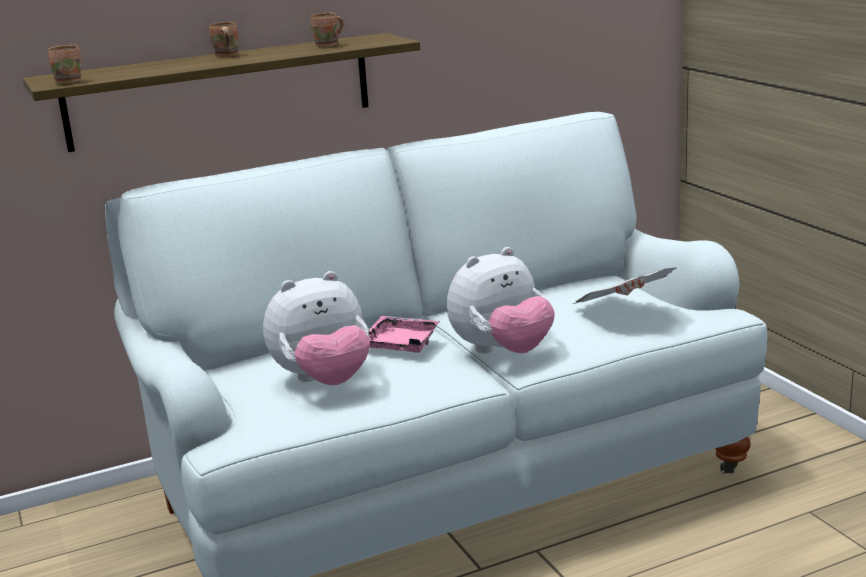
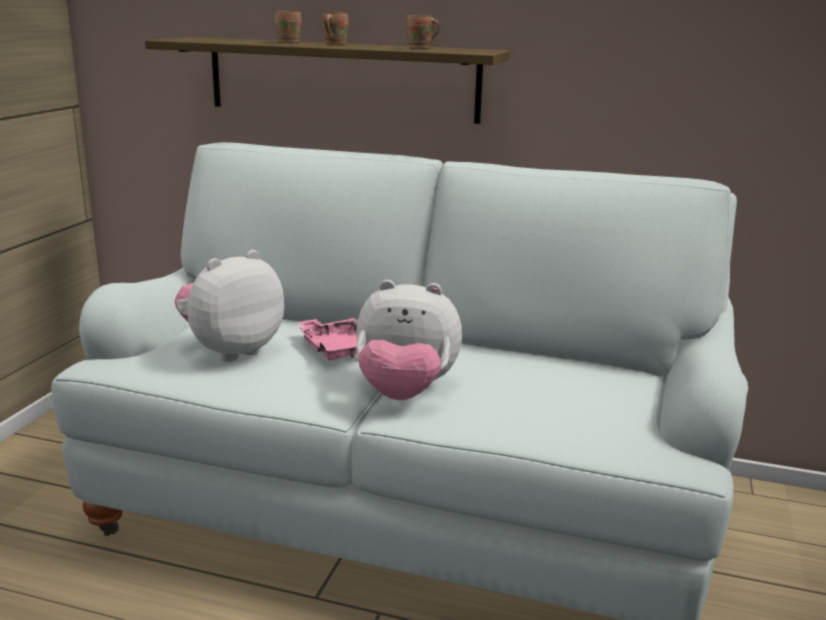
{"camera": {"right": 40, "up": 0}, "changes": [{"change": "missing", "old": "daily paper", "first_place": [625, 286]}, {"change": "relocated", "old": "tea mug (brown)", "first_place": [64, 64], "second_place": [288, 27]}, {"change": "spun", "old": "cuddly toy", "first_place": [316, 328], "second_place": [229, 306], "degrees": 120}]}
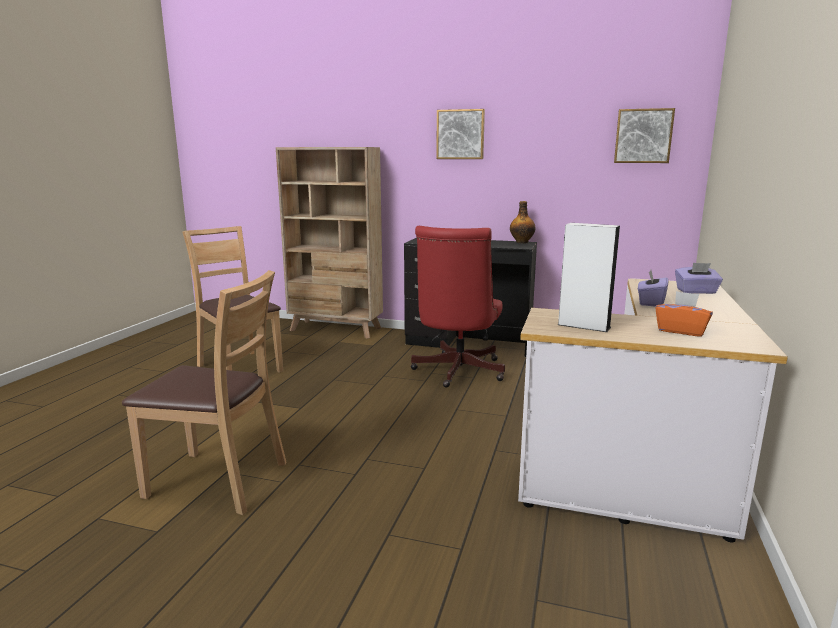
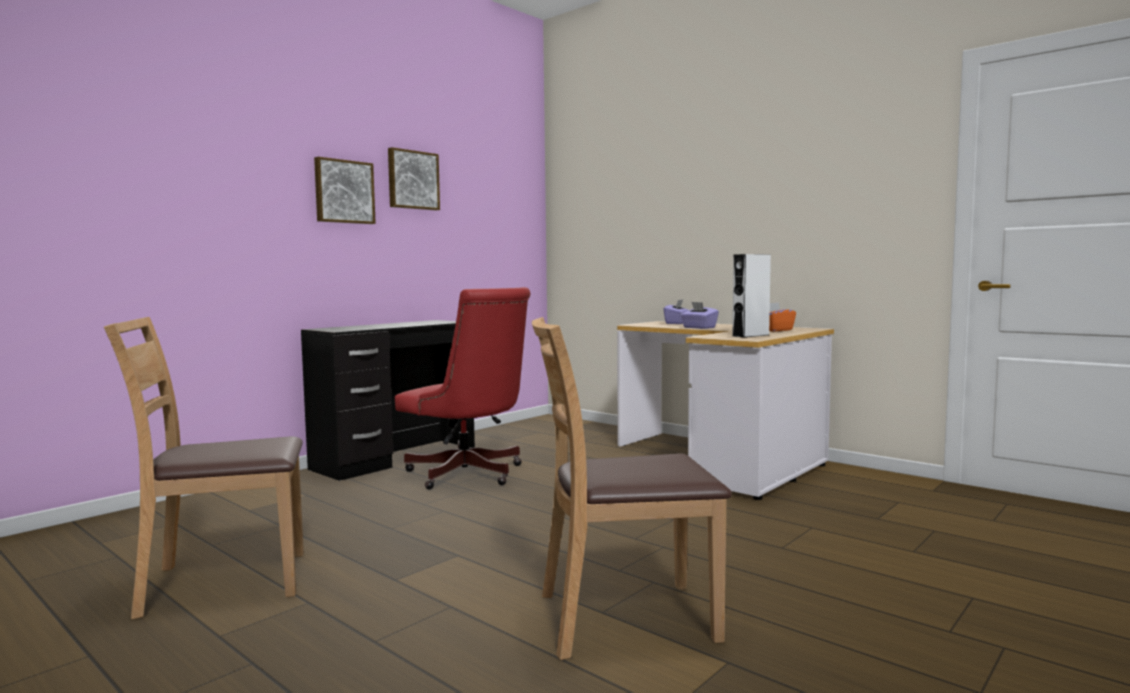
{"camera": {"right": -65, "up": -10}, "changes": [{"change": "missing", "old": "bookshelf (sand-coloured)", "first_place": [329, 243]}, {"change": "missing", "old": "bottle", "first_place": [523, 222]}, {"change": "relocated", "old": "picture", "first_place": [644, 135], "second_place": [414, 178]}, {"change": "spun", "old": "upright chair (brown)", "first_place": [204, 392], "second_place": [632, 488], "degrees": -135}]}
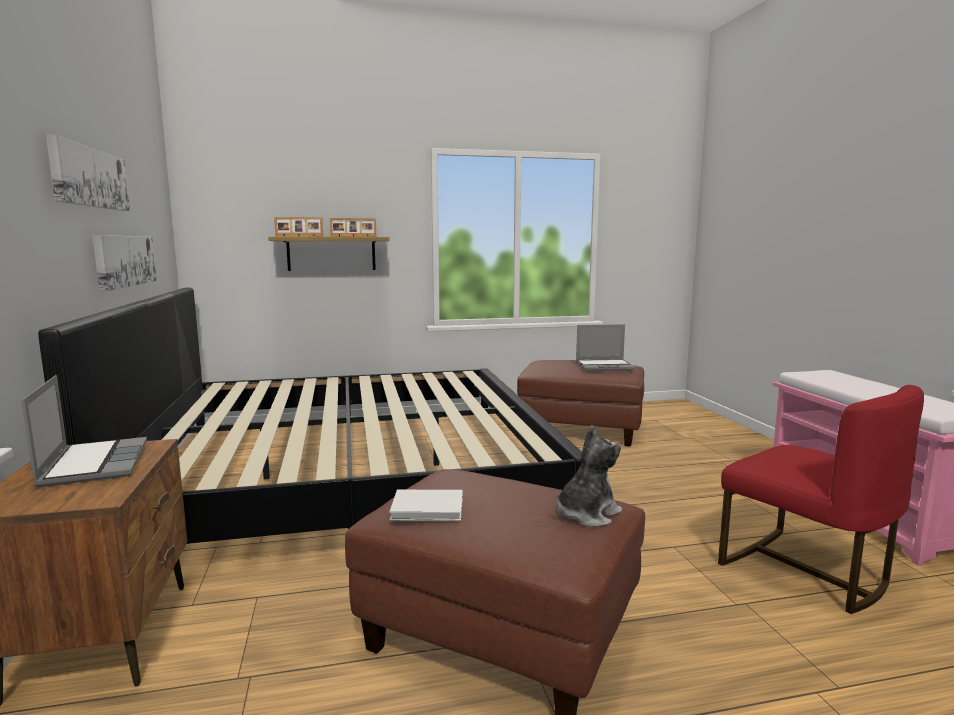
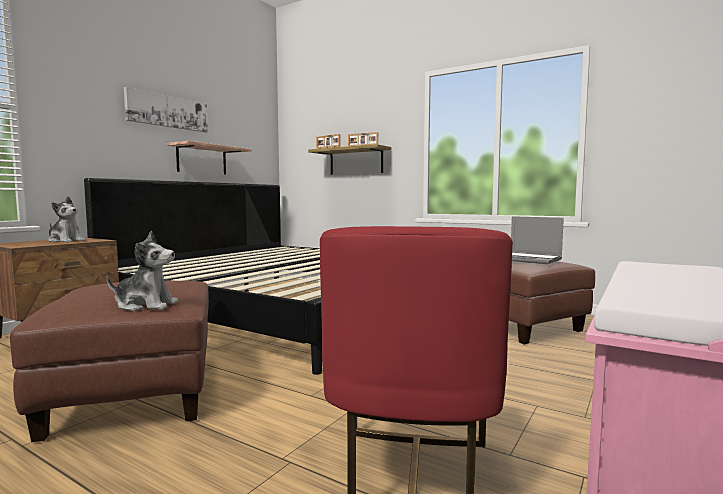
{"camera": {"right": 45, "up": -5}, "changes": [{"change": "missing", "old": "book (white-coloured)", "first_place": [426, 505]}, {"change": "exchanged", "old": "notebook computer", "new": "cuddly toy", "first_place": [84, 431], "second_place": [66, 219]}, {"change": "exchanged", "old": "picture", "new": "shelf", "first_place": [125, 263], "second_place": [209, 157]}]}
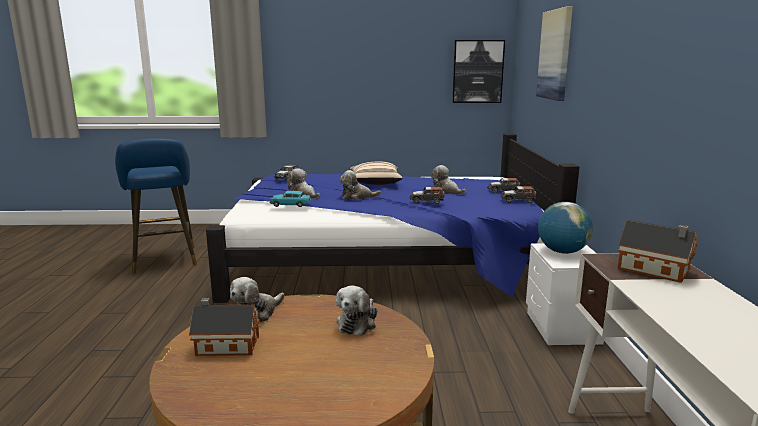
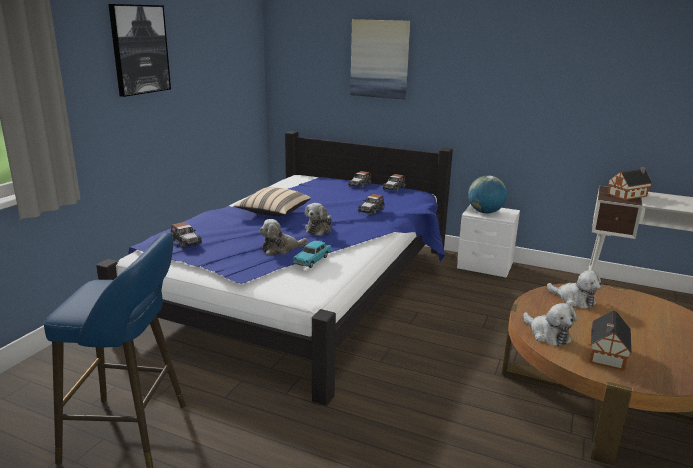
{"camera": {"right": -65, "up": 5}, "changes": [{"change": "missing", "old": "cuddly toy", "first_place": [448, 180]}, {"change": "relocated", "old": "picture", "first_place": [478, 71], "second_place": [139, 50]}]}
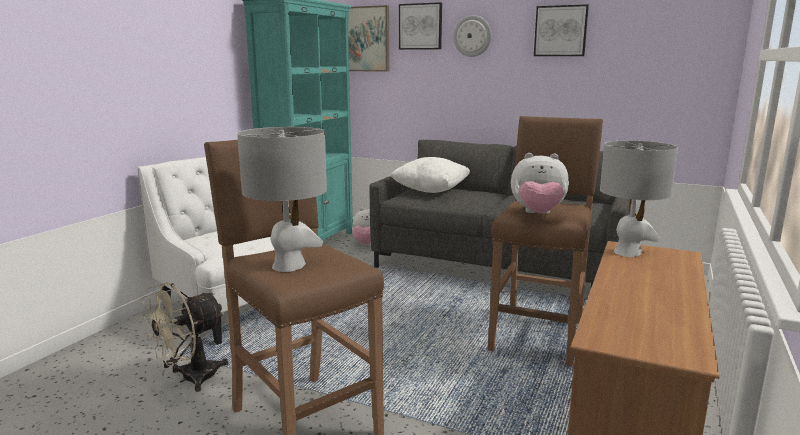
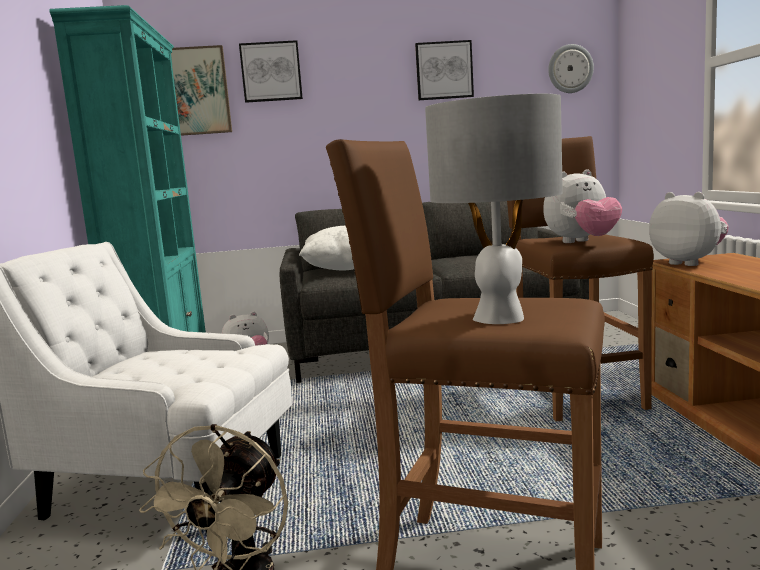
{"camera": {"right": -30, "up": -5}, "changes": [{"change": "relocated", "old": "hanging clock", "first_place": [472, 36], "second_place": [571, 68]}, {"change": "exchanged", "old": "table lamp (grey)", "new": "cuddly toy", "first_place": [639, 198], "second_place": [689, 229]}]}
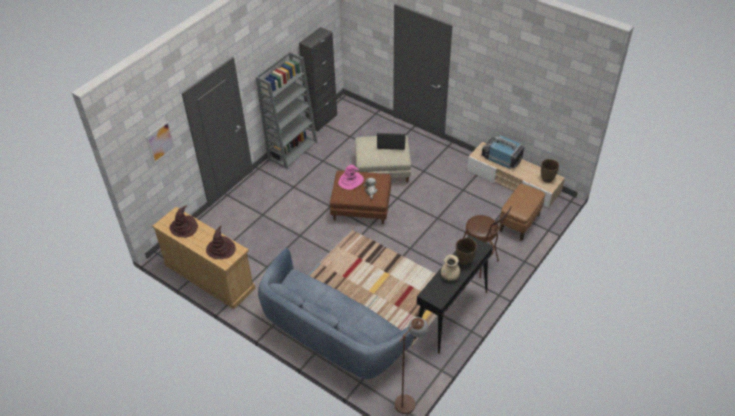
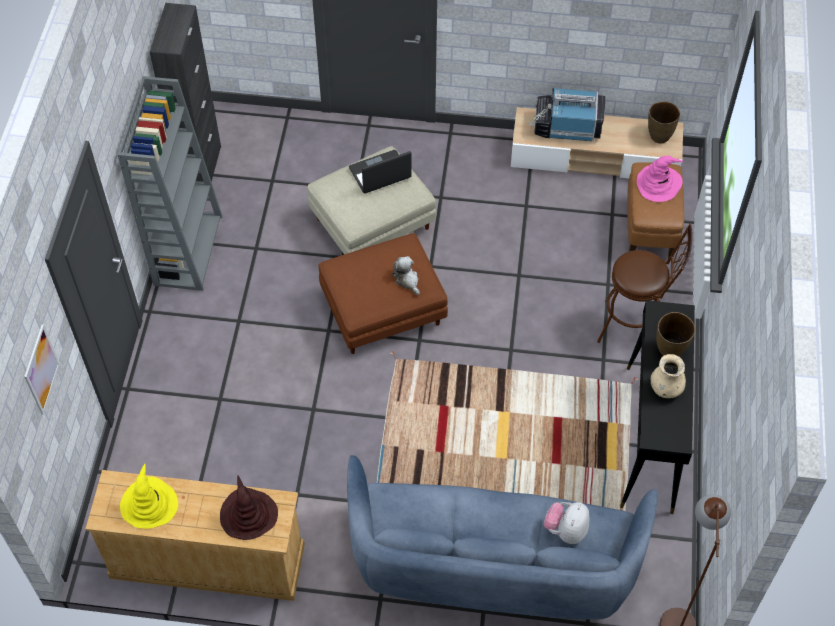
{"camera": {"right": -30, "up": 10}, "changes": [{"change": "appeared", "new": "cuddly toy", "second_place": [566, 523]}, {"change": "relocated", "old": "hat (pink)", "first_place": [351, 177], "second_place": [660, 179]}, {"change": "colour", "old": "hat (brown)", "new": "hat (yellow)", "first_place": [183, 221], "second_place": [149, 496]}]}
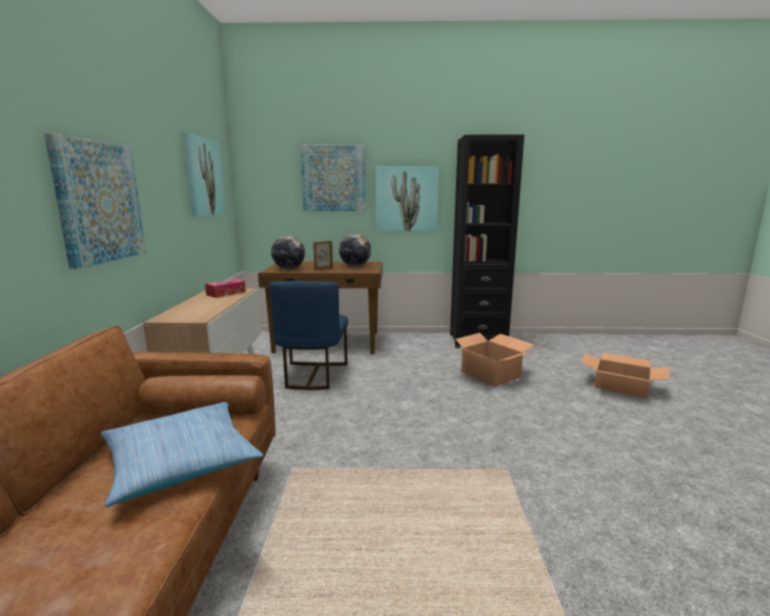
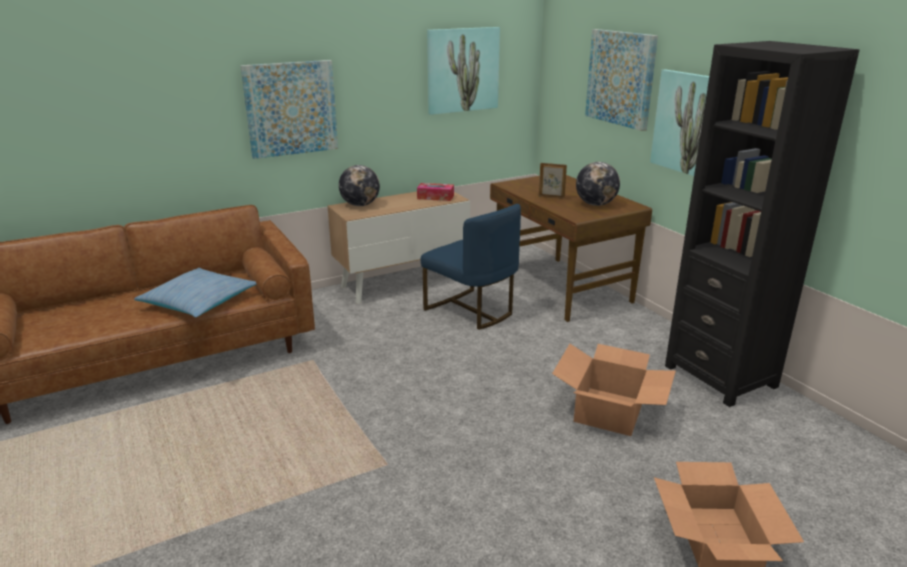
{"camera": {"right": 60, "up": 10}, "changes": [{"change": "relocated", "old": "world globe", "first_place": [288, 252], "second_place": [359, 185]}, {"change": "spun", "old": "upright chair (blue-coloured)", "first_place": [308, 335], "second_place": [471, 267], "degrees": -105}]}
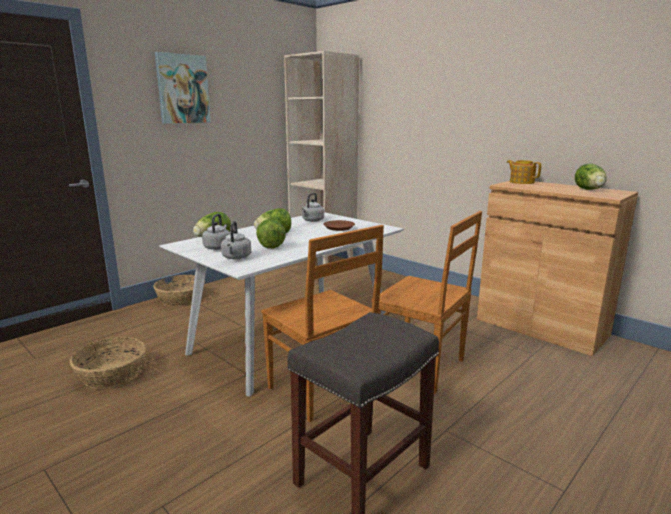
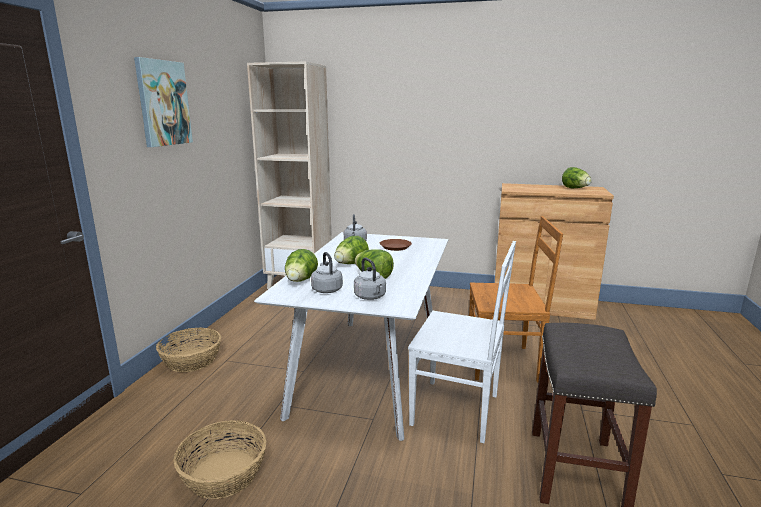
{"camera": {"right": -30, "up": 0}, "changes": [{"change": "missing", "old": "teapot", "first_place": [524, 172]}, {"change": "colour", "old": "upright chair (brown)", "new": "upright chair (white-coloured)", "first_place": [322, 323], "second_place": [462, 342]}]}
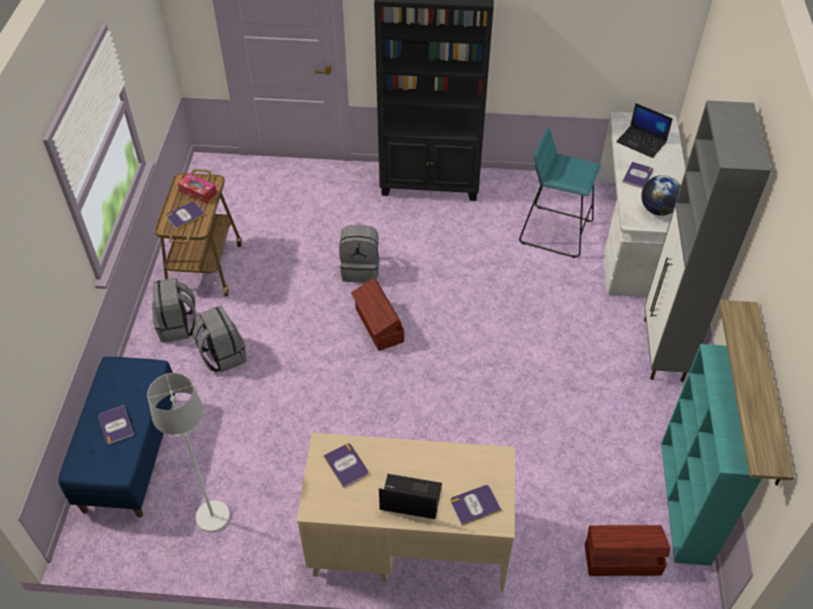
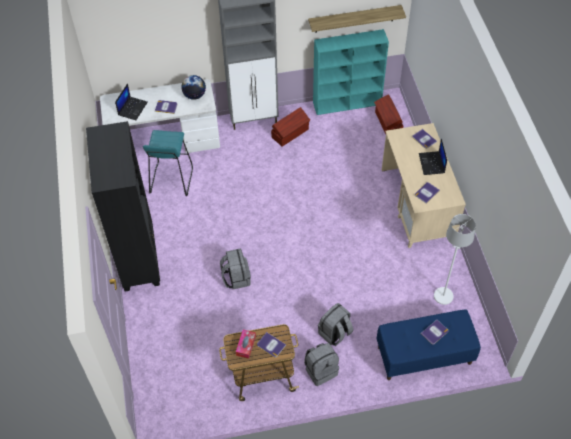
{"camera": {"right": -105, "up": 5}, "changes": [{"change": "relocated", "old": "storage bin (brown)", "first_place": [377, 314], "second_place": [290, 127]}]}
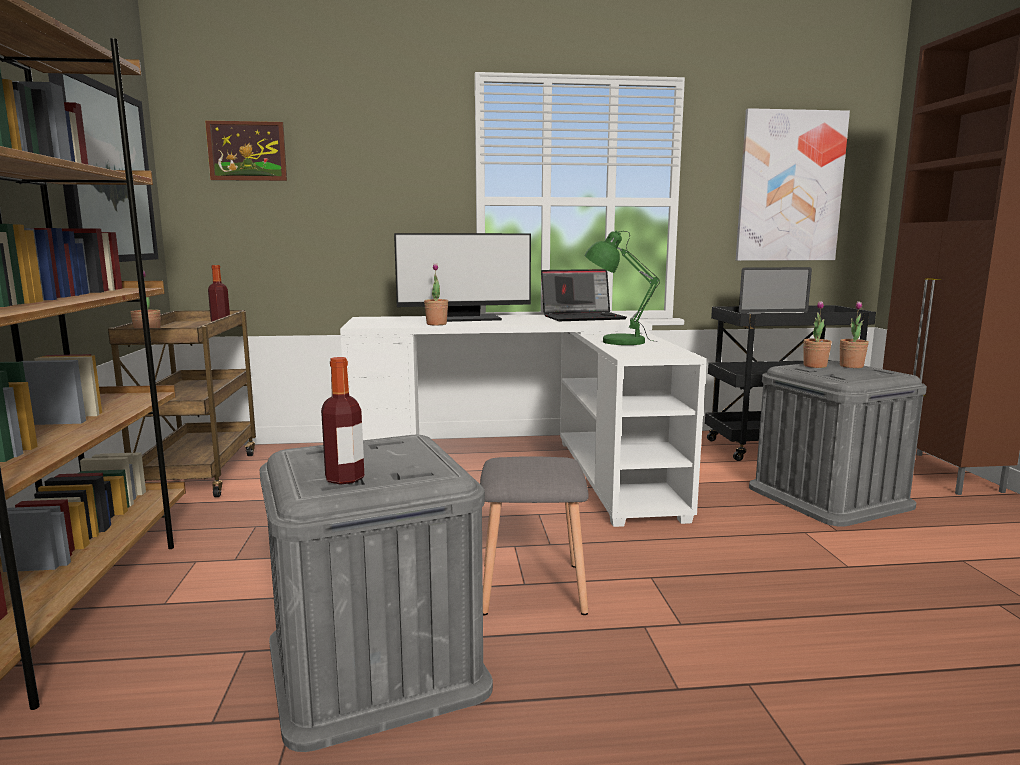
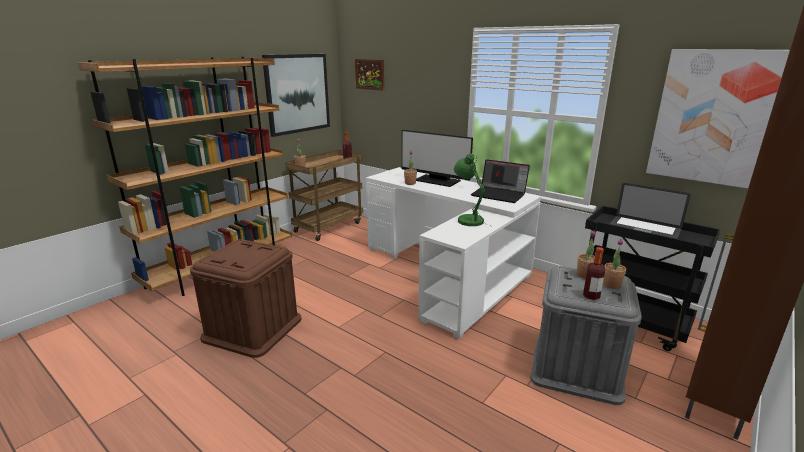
{"camera": {"right": 45, "up": 10}, "changes": [{"change": "missing", "old": "stool seat (grey)", "first_place": [534, 535]}, {"change": "relocated", "old": "bottle", "first_place": [342, 421], "second_place": [594, 273]}, {"change": "colour", "old": "storage bin (grey)", "new": "storage bin (brown)", "first_place": [376, 593], "second_place": [246, 298]}]}
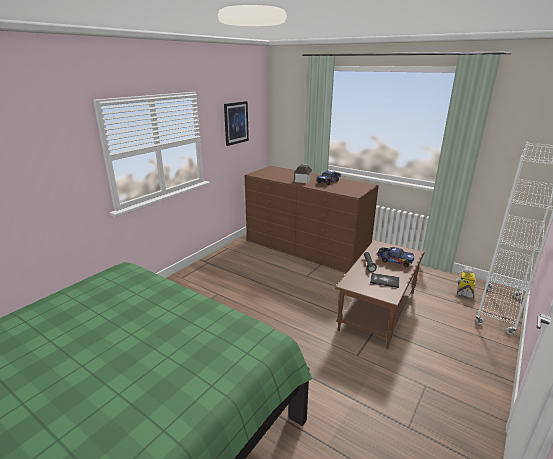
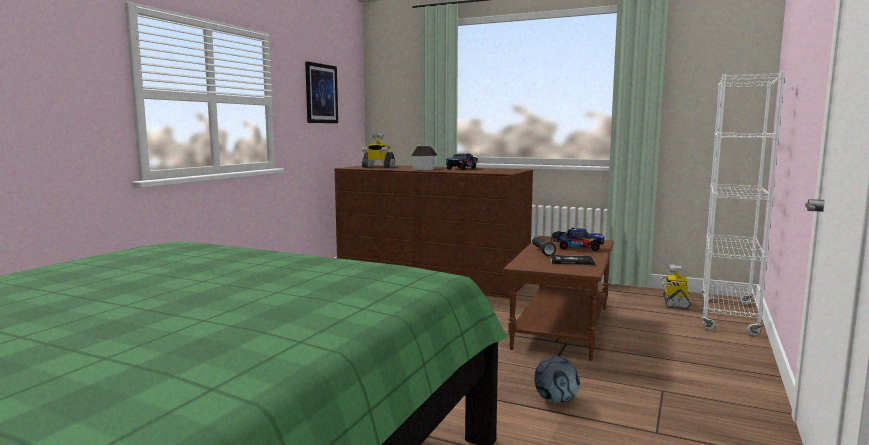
{"camera": {"right": -10, "up": -15}, "changes": [{"change": "appeared", "new": "robot figure", "second_place": [378, 150]}, {"change": "appeared", "new": "ball for football", "second_place": [557, 379]}]}
